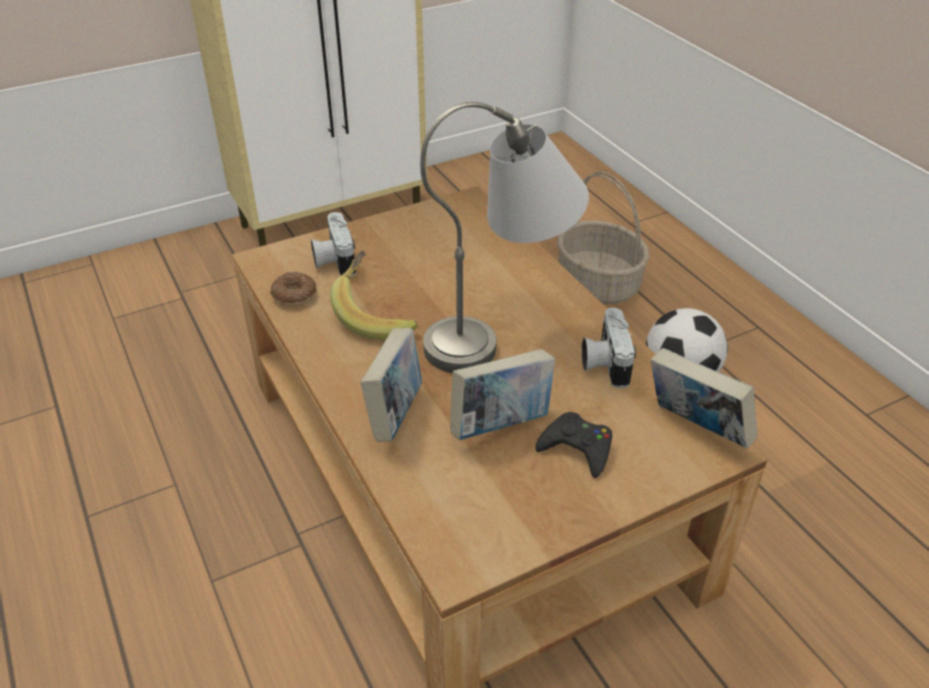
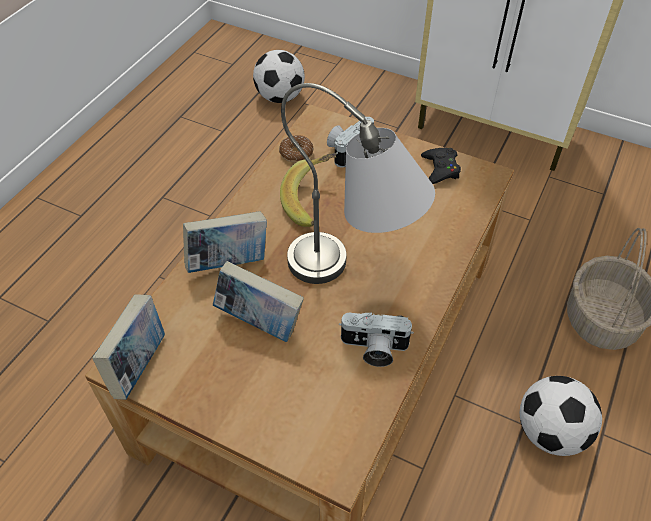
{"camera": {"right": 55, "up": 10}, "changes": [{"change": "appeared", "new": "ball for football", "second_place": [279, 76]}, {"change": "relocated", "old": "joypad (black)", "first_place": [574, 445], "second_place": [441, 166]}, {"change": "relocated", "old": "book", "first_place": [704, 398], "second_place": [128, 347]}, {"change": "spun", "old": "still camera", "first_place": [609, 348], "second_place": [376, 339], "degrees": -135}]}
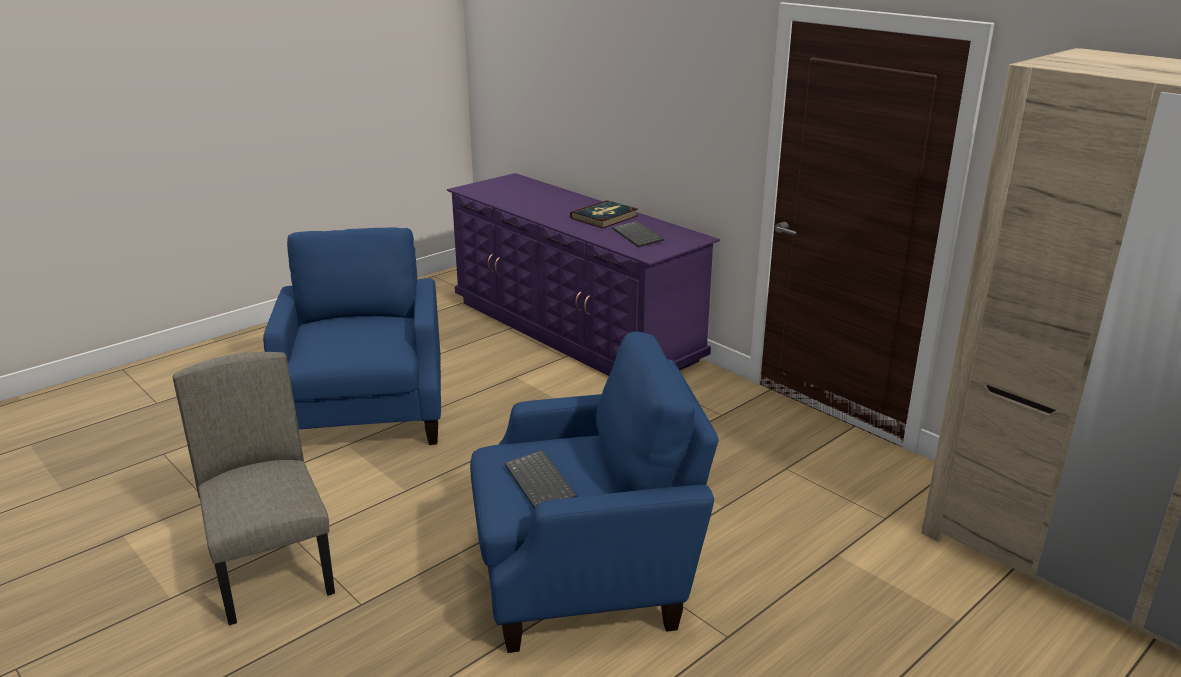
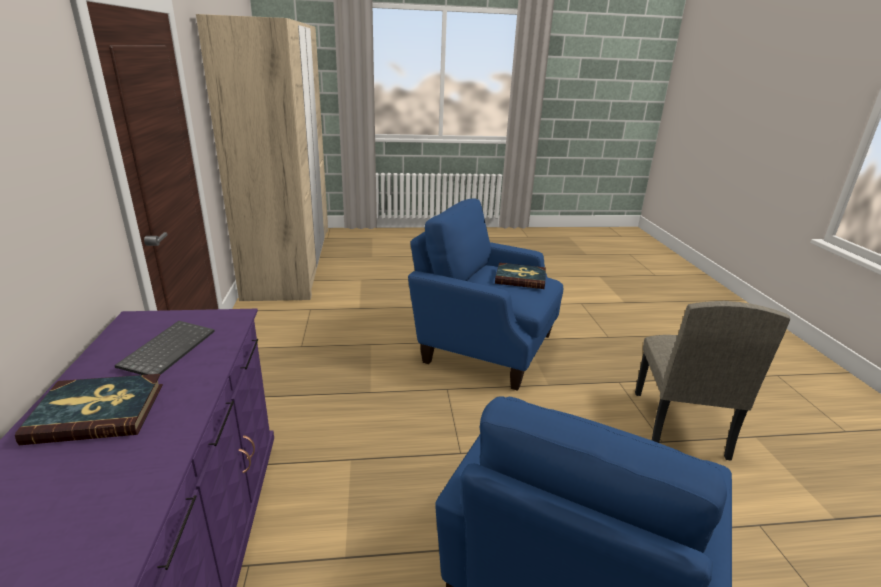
{"camera": {"right": -145, "up": 0}, "changes": [{"change": "exchanged", "old": "keyboard", "new": "book", "first_place": [540, 479], "second_place": [520, 276]}]}
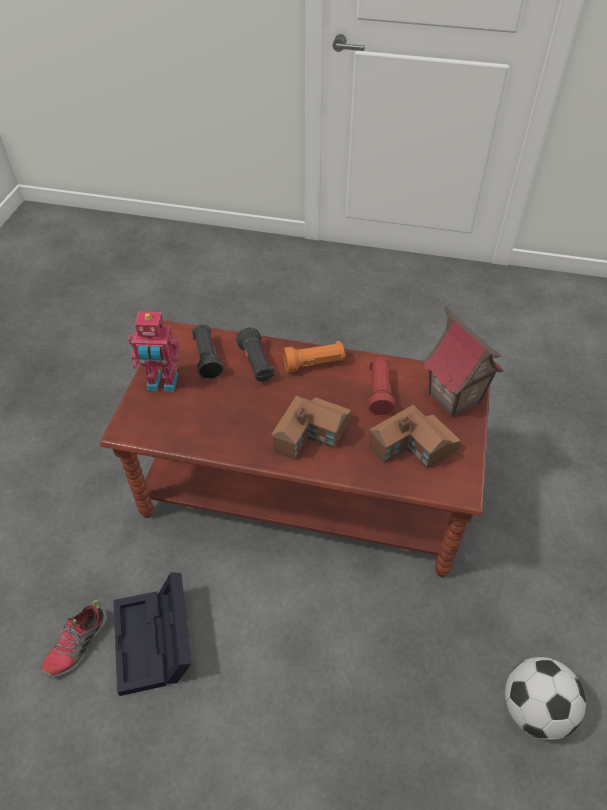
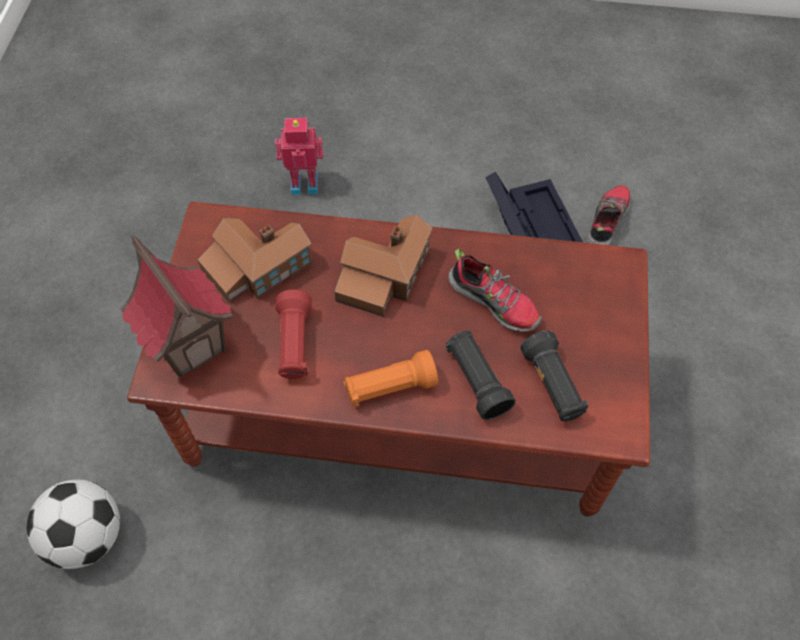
{"camera": {"right": 175, "up": 10}, "changes": [{"change": "appeared", "new": "low shoe", "second_place": [495, 290]}, {"change": "relocated", "old": "robot figure", "first_place": [153, 352], "second_place": [299, 156]}, {"change": "relocated", "old": "ball for football", "first_place": [545, 698], "second_place": [73, 524]}]}
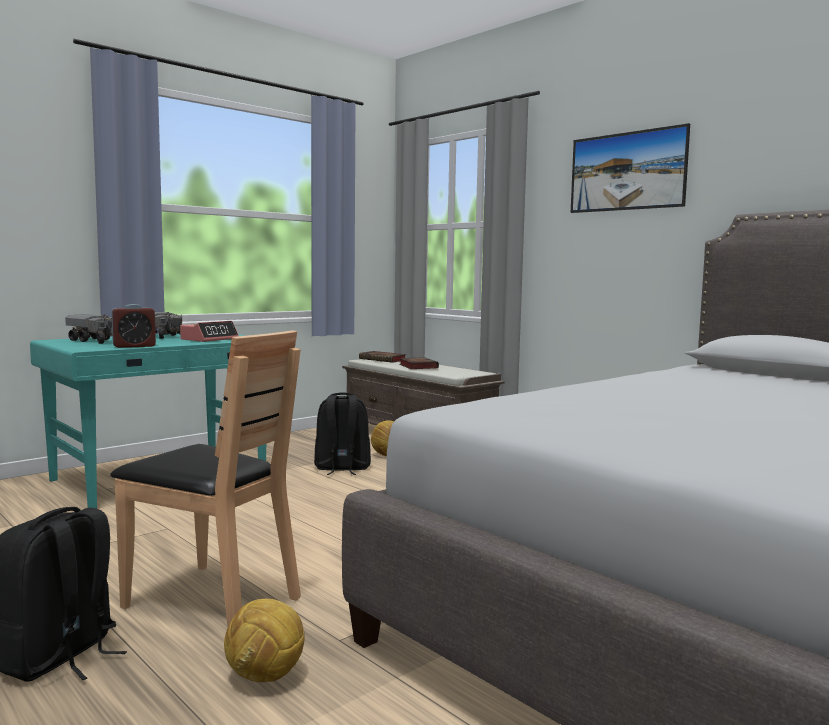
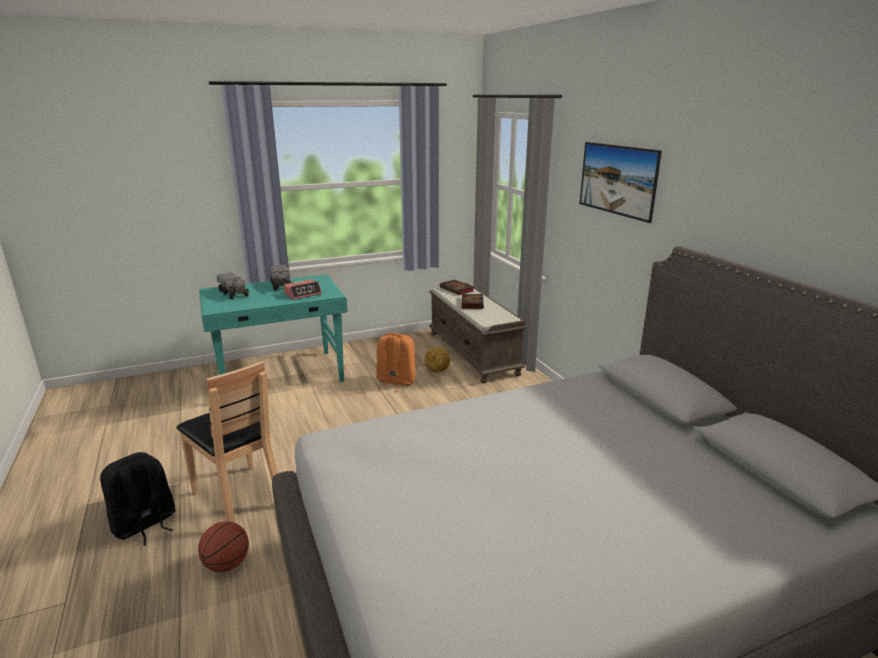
{"camera": {"right": 20, "up": 15}, "changes": [{"change": "missing", "old": "table clock", "first_place": [134, 326]}, {"change": "exchanged", "old": "ball for football", "new": "basketball ball", "first_place": [264, 640], "second_place": [223, 546]}, {"change": "colour", "old": "rucksack (black)", "new": "rucksack (orange)", "first_place": [342, 434], "second_place": [395, 362]}]}
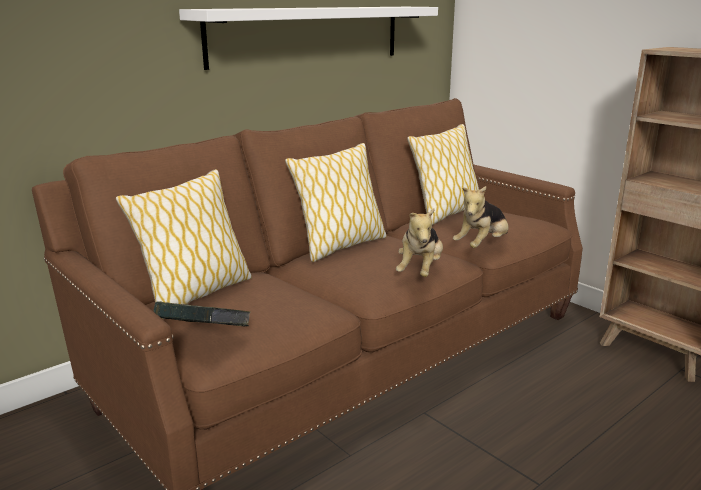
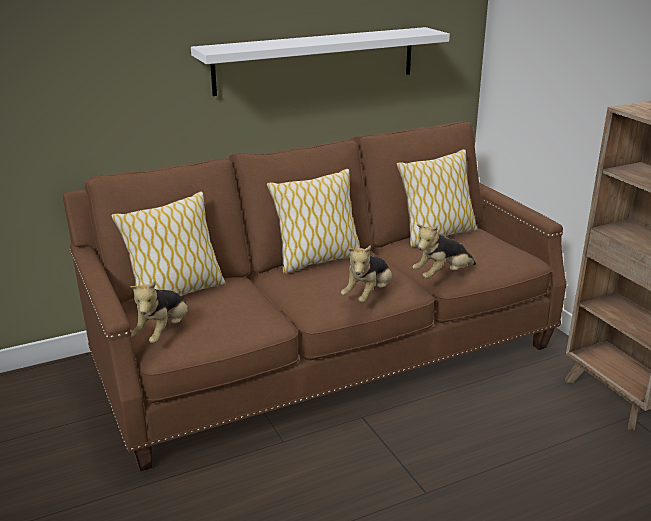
{"camera": {"right": 15, "up": 5}, "changes": [{"change": "exchanged", "old": "book", "new": "cuddly toy", "first_place": [201, 313], "second_place": [159, 312]}]}
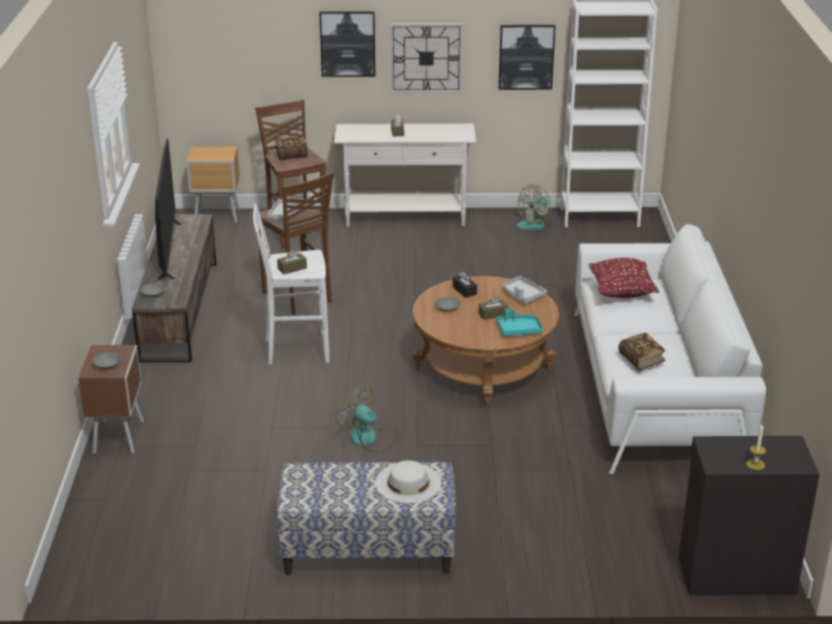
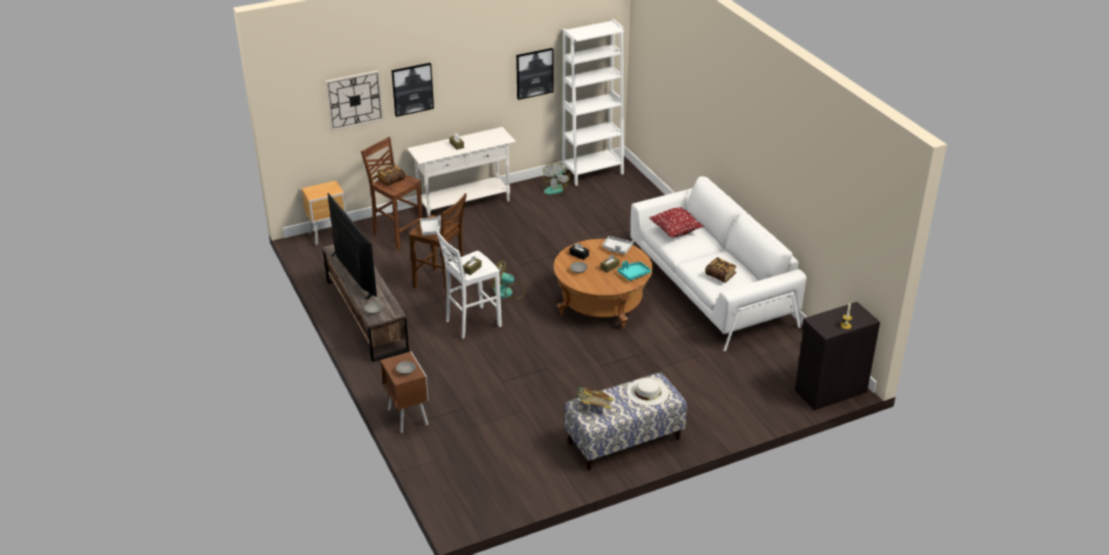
{"camera": {"right": -25, "up": 5}, "changes": [{"change": "appeared", "new": "book", "second_place": [594, 398]}, {"change": "relocated", "old": "cooling fan", "first_place": [367, 418], "second_place": [507, 279]}, {"change": "relocated", "old": "hanging clock", "first_place": [426, 58], "second_place": [354, 100]}]}
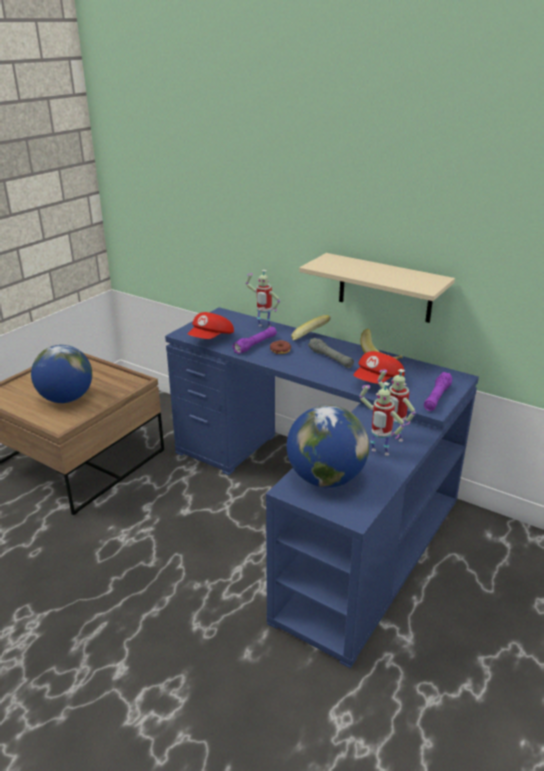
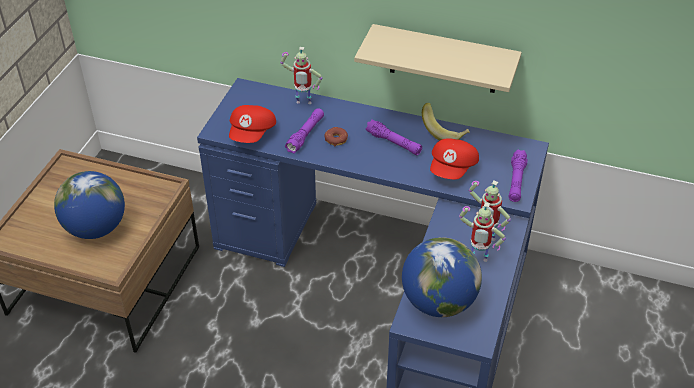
{"camera": {"right": -15, "up": 15}, "changes": [{"change": "missing", "old": "banana", "first_place": [311, 327]}, {"change": "colour", "old": "flashlight (grey)", "new": "flashlight (purple)", "first_place": [331, 353], "second_place": [393, 137]}]}
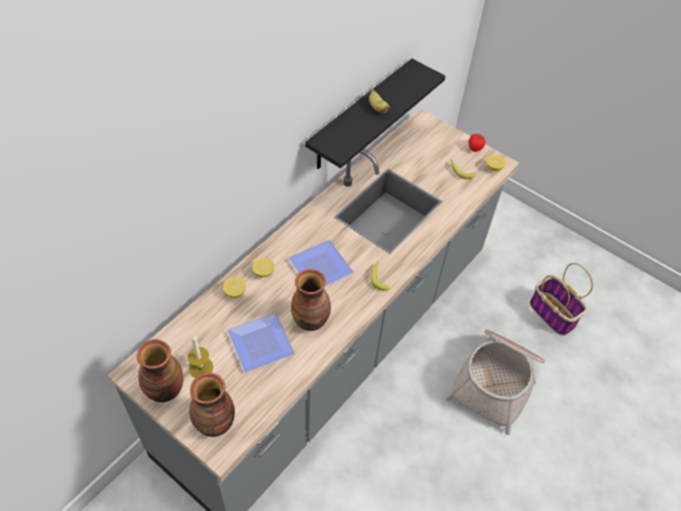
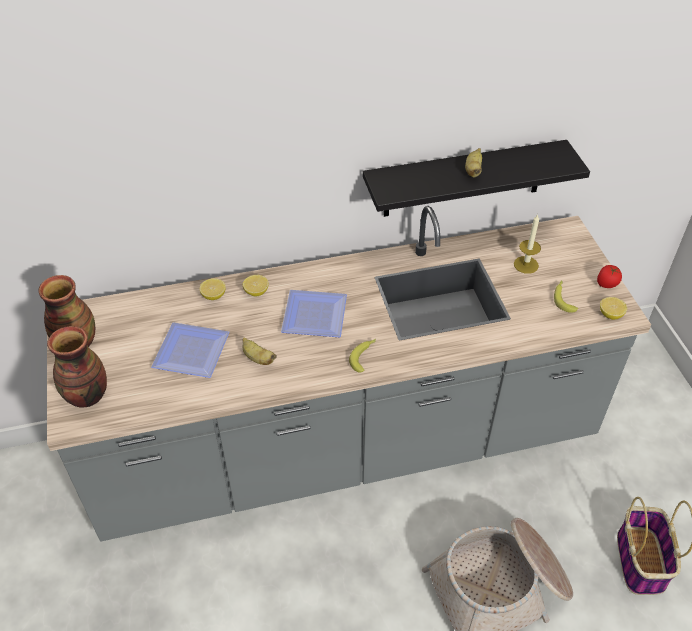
{"camera": {"right": 40, "up": -5}, "changes": [{"change": "relocated", "old": "candle", "first_place": [200, 356], "second_place": [527, 244]}, {"change": "exchanged", "old": "flower vase", "new": "banana", "first_place": [311, 300], "second_place": [259, 351]}]}
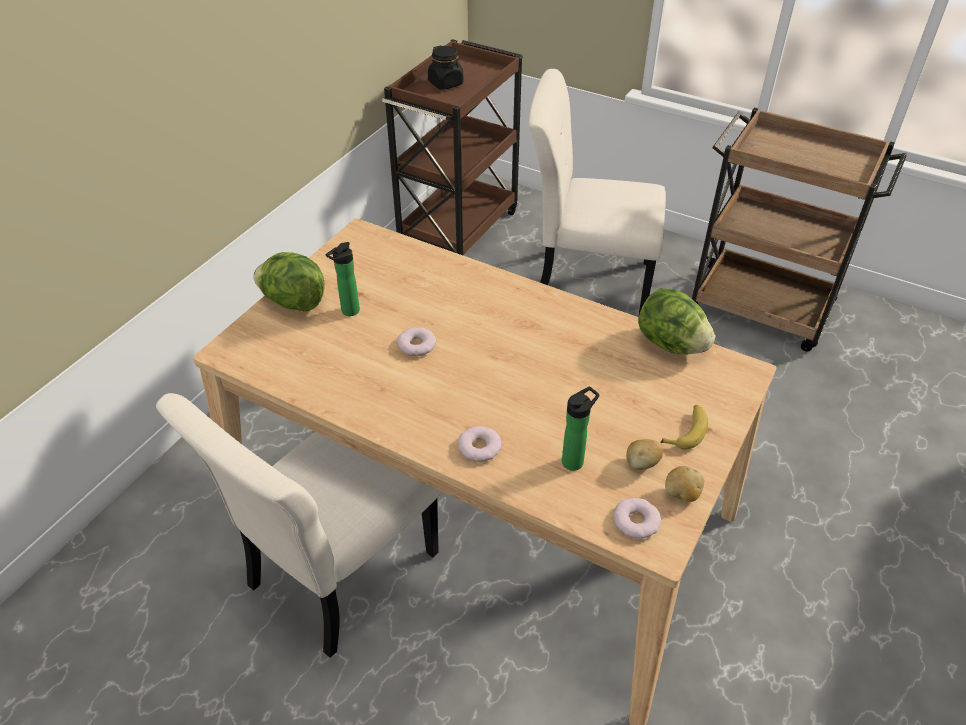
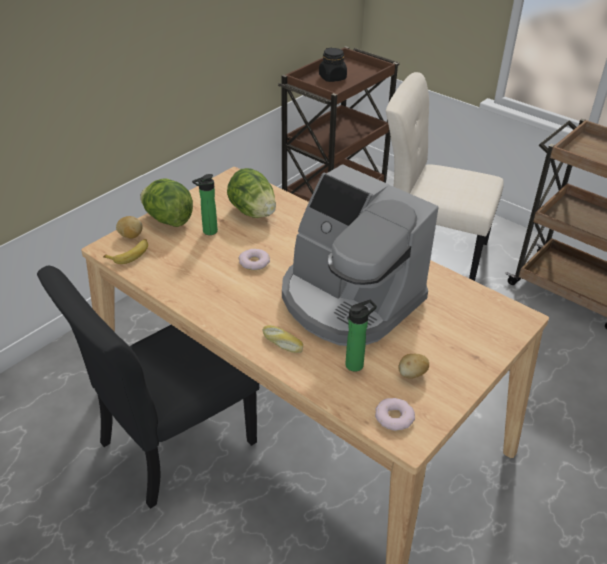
{"camera": {"right": 10, "up": -5}, "changes": [{"change": "appeared", "new": "coffee machine", "second_place": [360, 255]}, {"change": "relocated", "old": "lettuce head", "first_place": [676, 321], "second_place": [251, 193]}, {"change": "relocated", "old": "banana", "first_place": [684, 427], "second_place": [125, 251]}, {"change": "relocated", "old": "potato", "first_place": [684, 484], "second_place": [129, 227]}, {"change": "exchanged", "old": "donut", "new": "bakery bread", "first_place": [479, 444], "second_place": [283, 339]}, {"change": "colour", "old": "upright chair (sand-coloured)", "new": "upright chair (black)", "first_place": [298, 525], "second_place": [148, 387]}]}
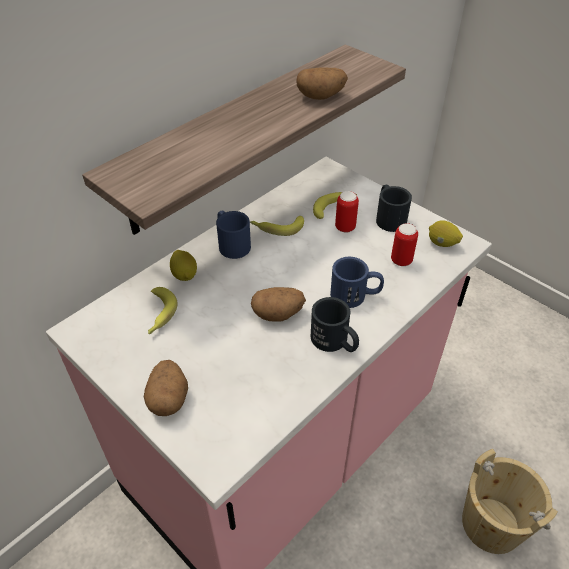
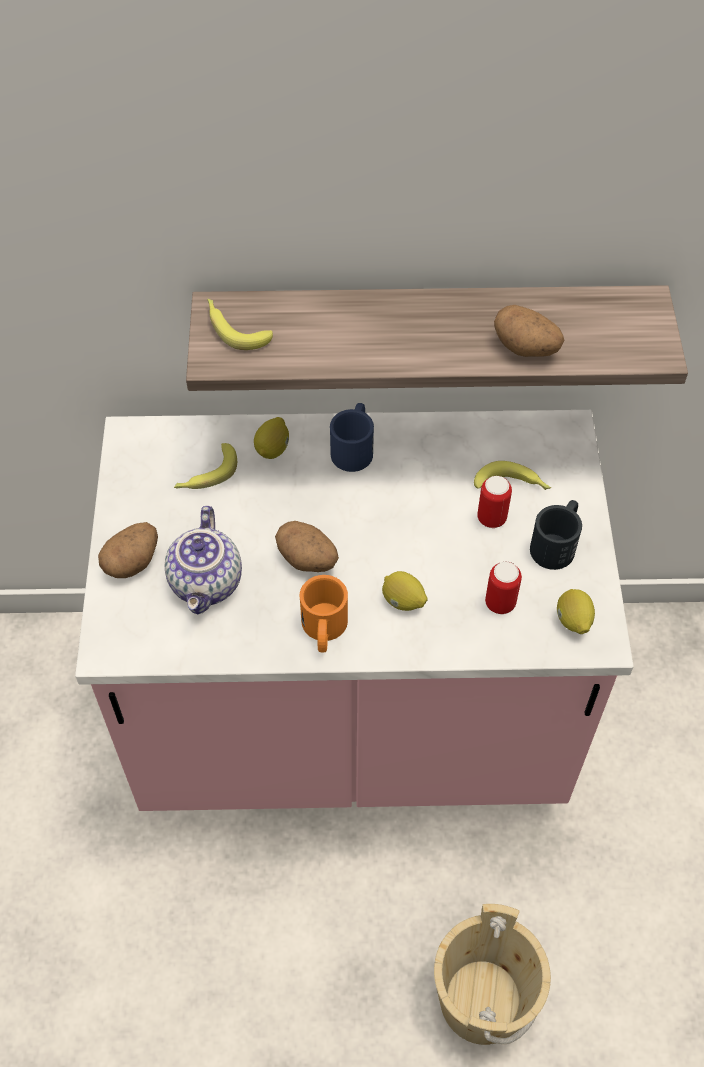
{"camera": {"right": 45, "up": 10}, "changes": [{"change": "appeared", "new": "teapot", "second_place": [203, 560]}, {"change": "relocated", "old": "banana", "first_place": [277, 226], "second_place": [240, 324]}, {"change": "exchanged", "old": "tea mug (blue-coloured)", "new": "citrus fruit", "first_place": [357, 282], "second_place": [405, 591]}, {"change": "colour", "old": "tea mug (black)", "new": "tea mug (orange)", "first_place": [335, 324], "second_place": [324, 614]}]}
